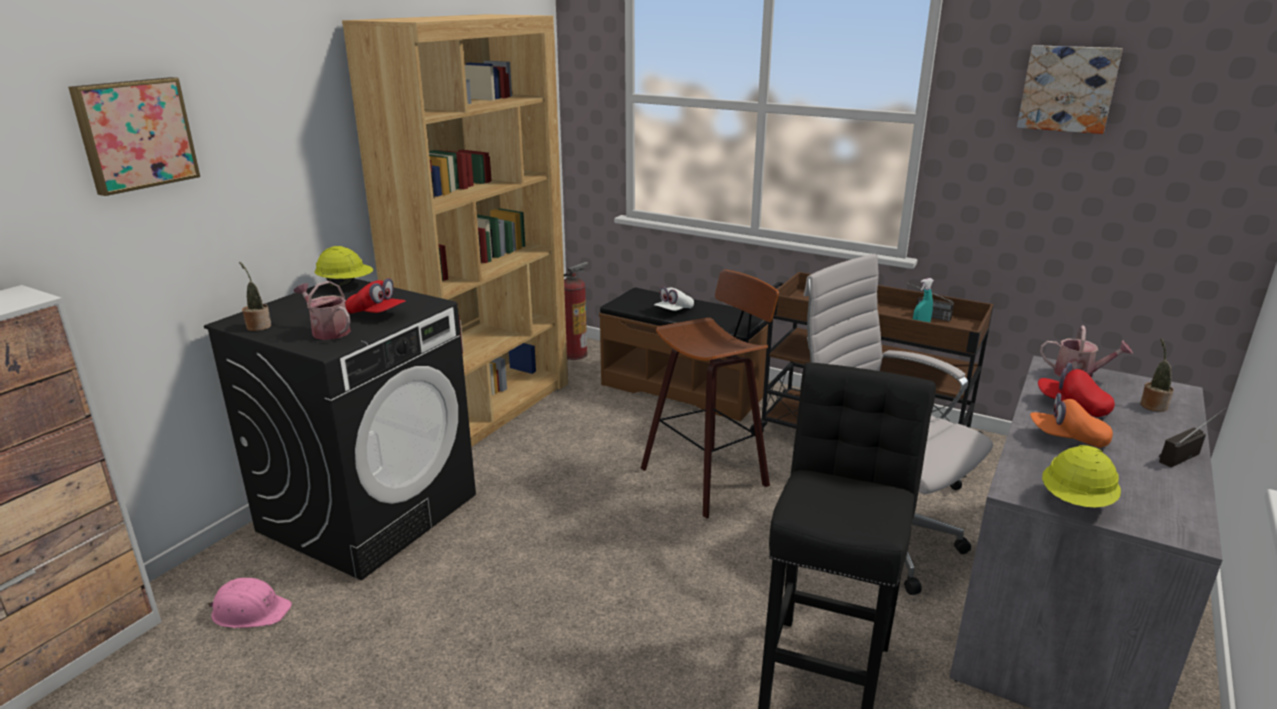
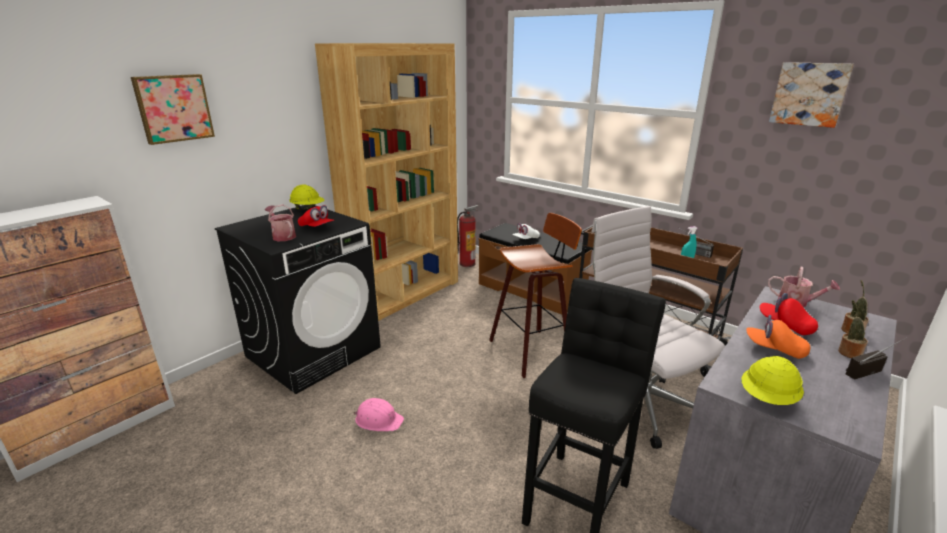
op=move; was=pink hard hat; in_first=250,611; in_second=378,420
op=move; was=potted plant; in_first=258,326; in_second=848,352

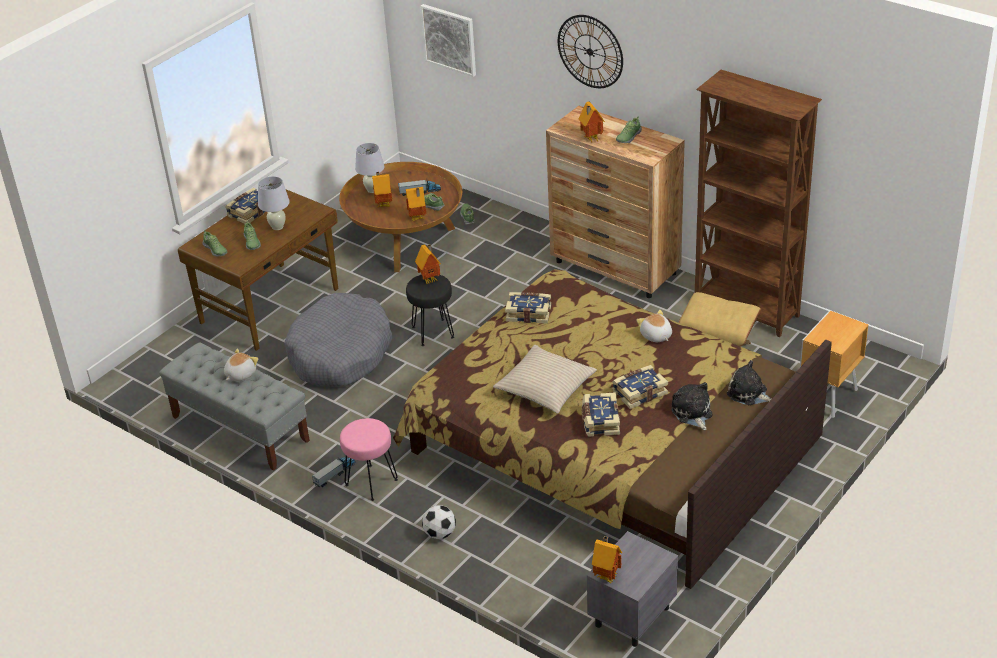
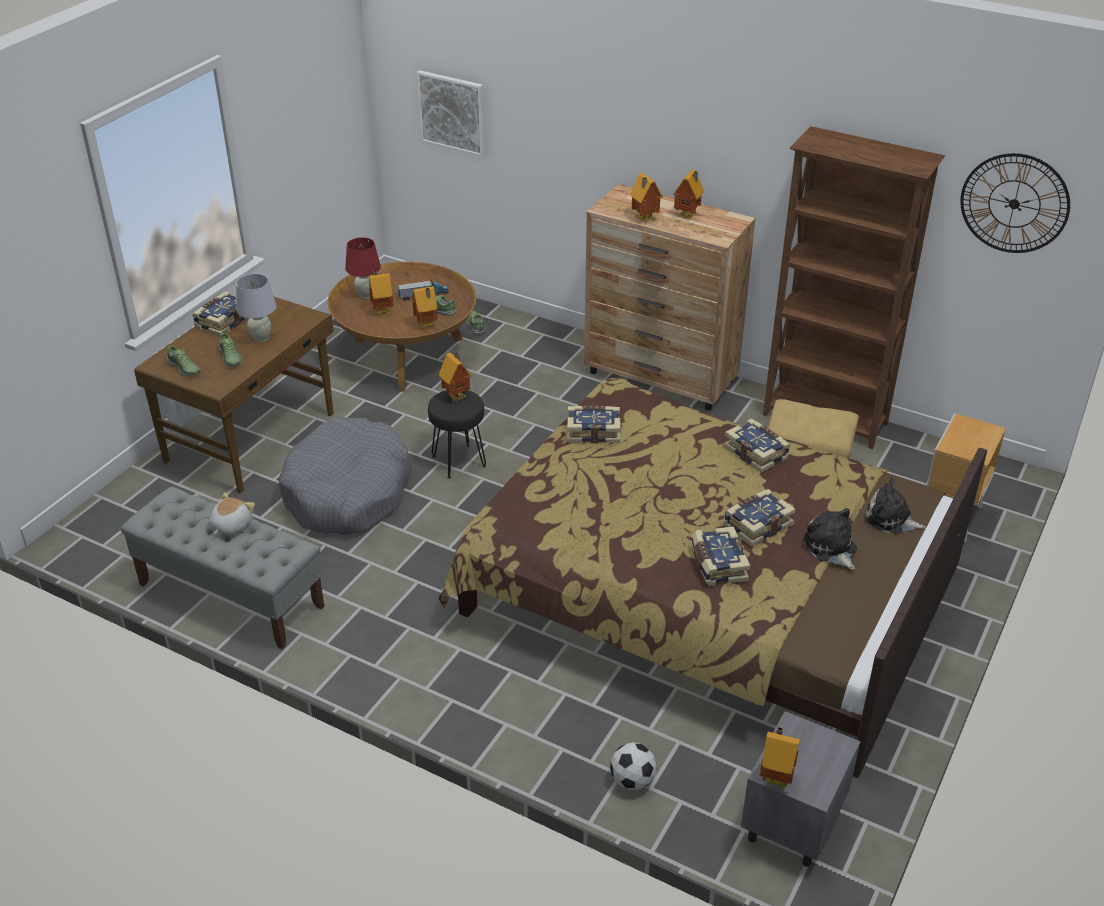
op=delete; was=toy truck; in_first=335,474
op=delete; was=pink stool; in_first=372,482
op=delete; was=beige pillow; in_first=545,387
op=move; was=football; in_first=440,533; in_second=632,780
op=move; was=wall clock; in_first=590,51; in_second=1014,203
op=replace; was=shoe; now=toy house; in_first=628,137; in_second=688,216
op=replace; was=plush toy; now=book; in_first=656,336; in_second=757,453
op=recolor; was=white table lamp; now=red table lamp; in_first=372,190; in_second=365,295

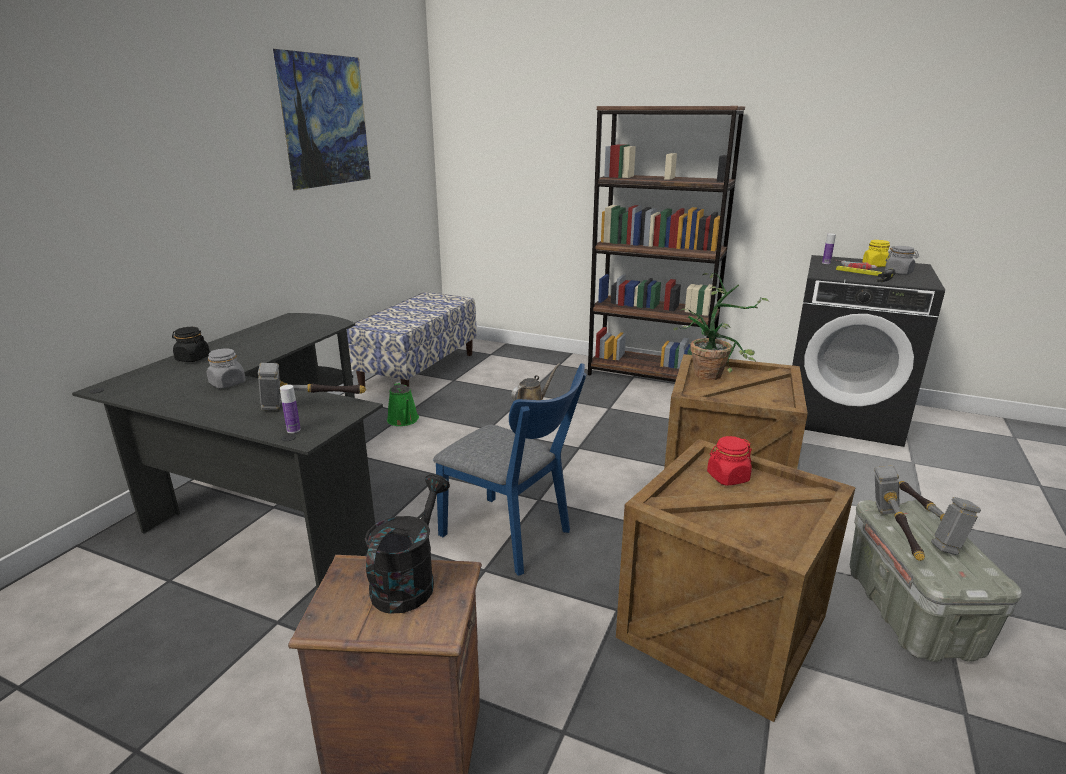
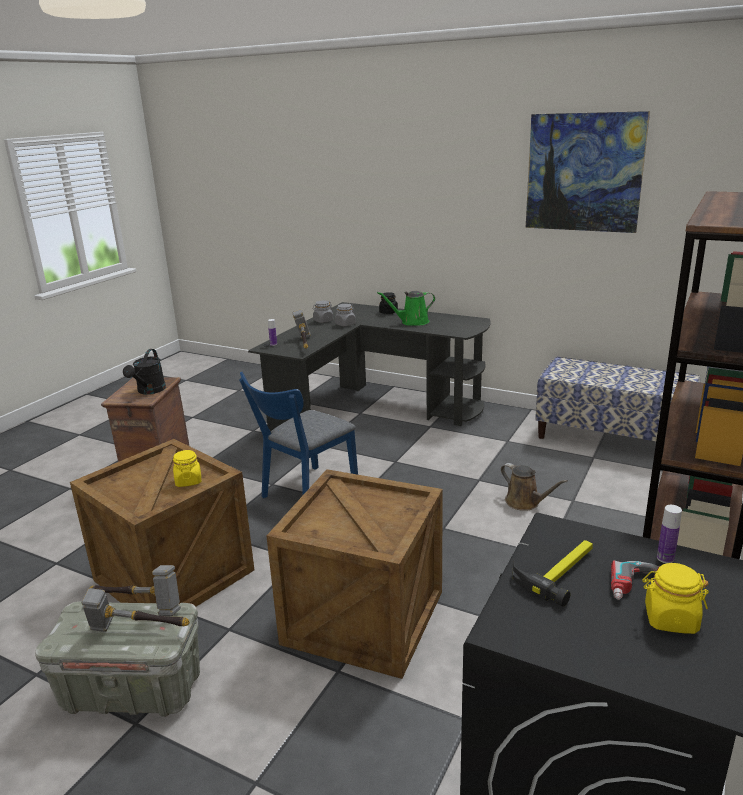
op=delete; was=potted plant; in_first=714,374
op=move; was=green watering can; in_first=403,420; in_second=412,322
op=move; was=grey jar; in_first=898,273; in_second=323,321
op=recolor; was=red jar; now=yellow jar; in_first=727,477; in_second=188,481
op=rotate; was=black watering can; in_first=408,580; in_second=149,391; clockwise=75

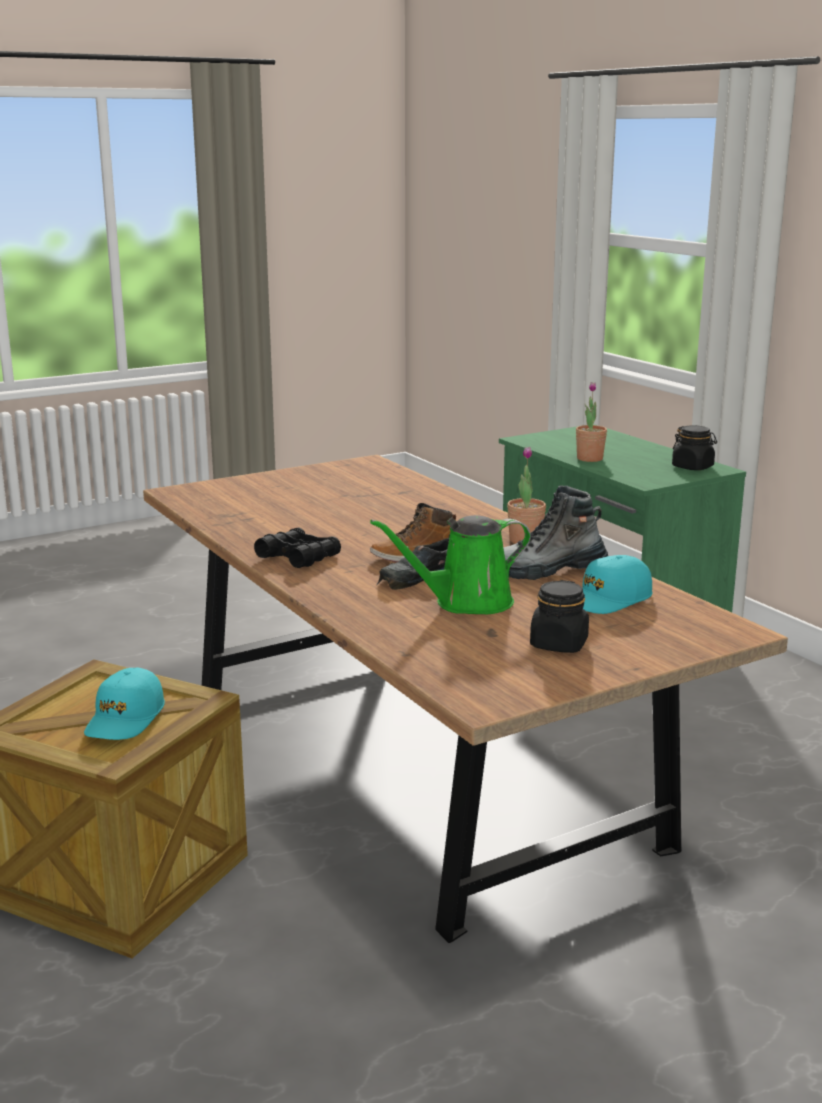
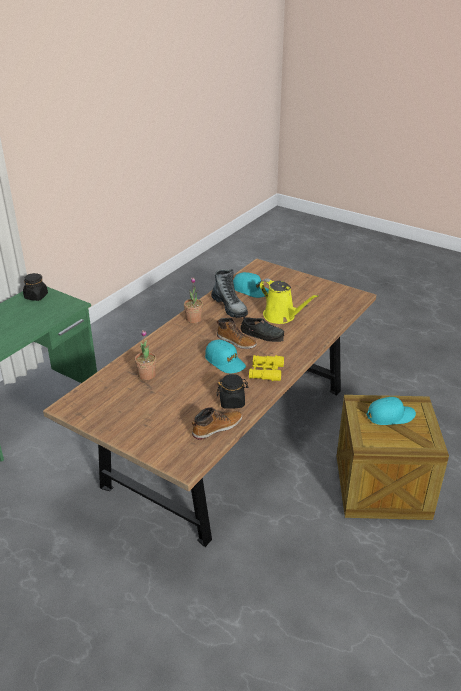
op=insert; now=boot; in_second=216,428
op=insert; now=turquoise cap; in_second=225,361
op=move; was=black jar; in_first=559,644; in_second=232,402
op=move; was=potted plant; in_first=589,458; in_second=147,375
op=recolor; was=black binoculars; now=yellow binoculars; in_first=298,557; in_second=266,372
op=recolor; was=green watering can; now=yellow watering can; in_first=466,603; in_second=281,316

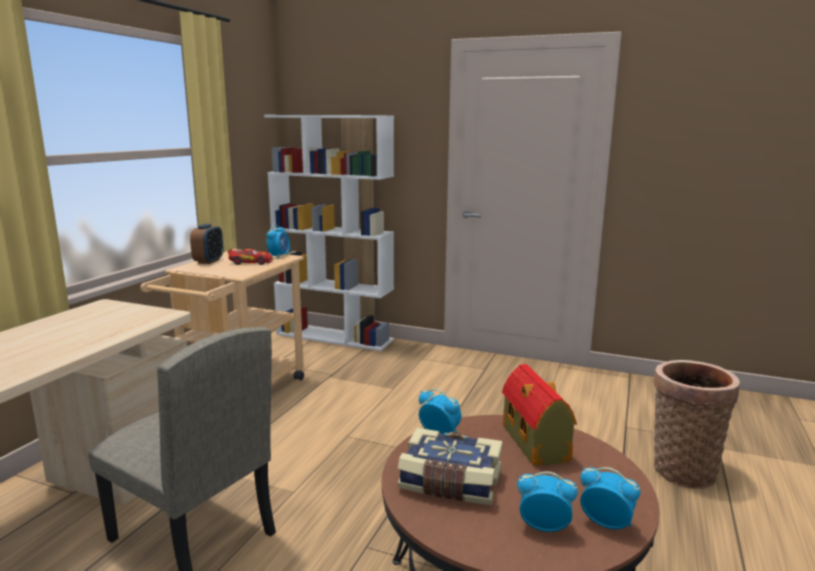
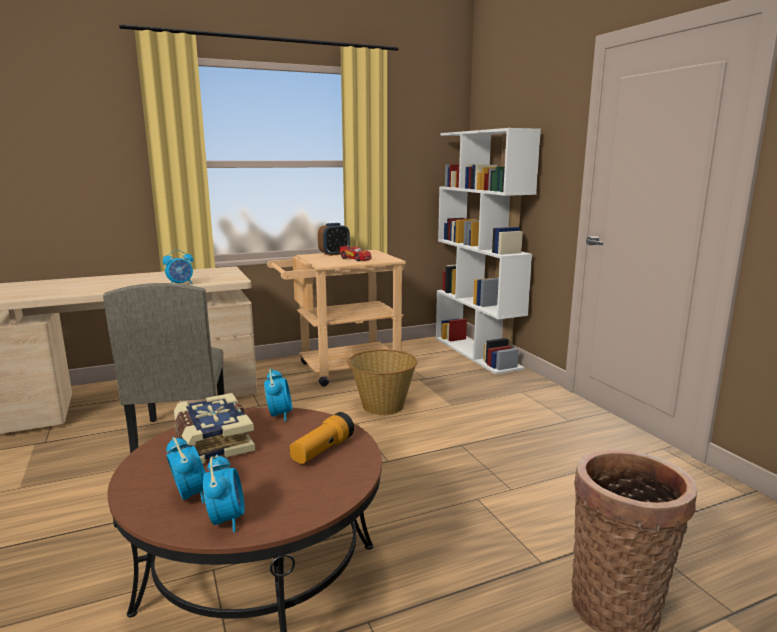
op=insert; now=basket; in_second=382,406
op=move; was=alarm clock; in_first=279,256; in_second=181,284
op=replace; was=toy house; now=flashlight; in_first=535,444; in_second=322,451

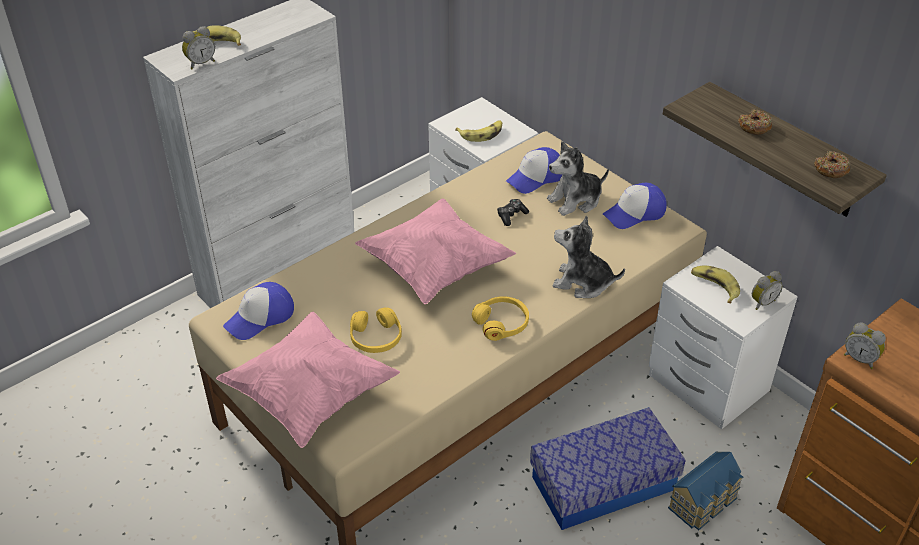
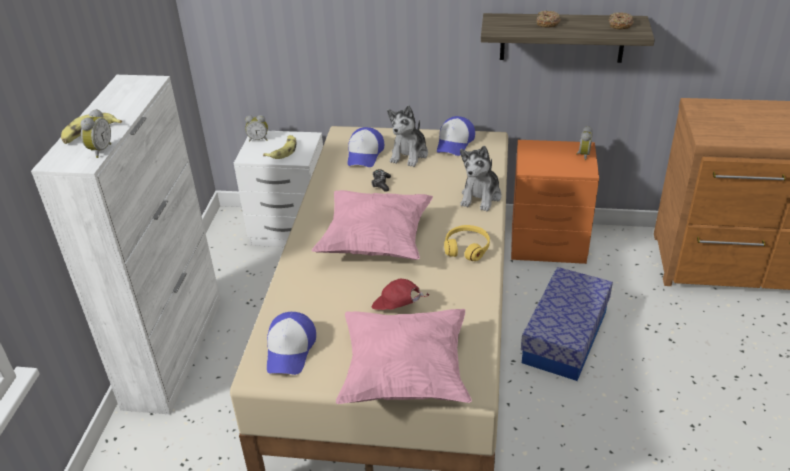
op=delete; was=toy house; in_first=705,502
op=delete; was=banana; in_first=714,287
op=move; was=alarm clock; in_first=860,359; in_second=258,139
op=replace; was=yellow headphones; now=red cap; in_first=376,337; in_second=397,308
op=recolor; was=white nightstand; now=orange nightstand; in_first=708,385; in_second=549,244
op=rotate; was=plush toy; in_first=582,283; in_second=481,197; clockwise=-45

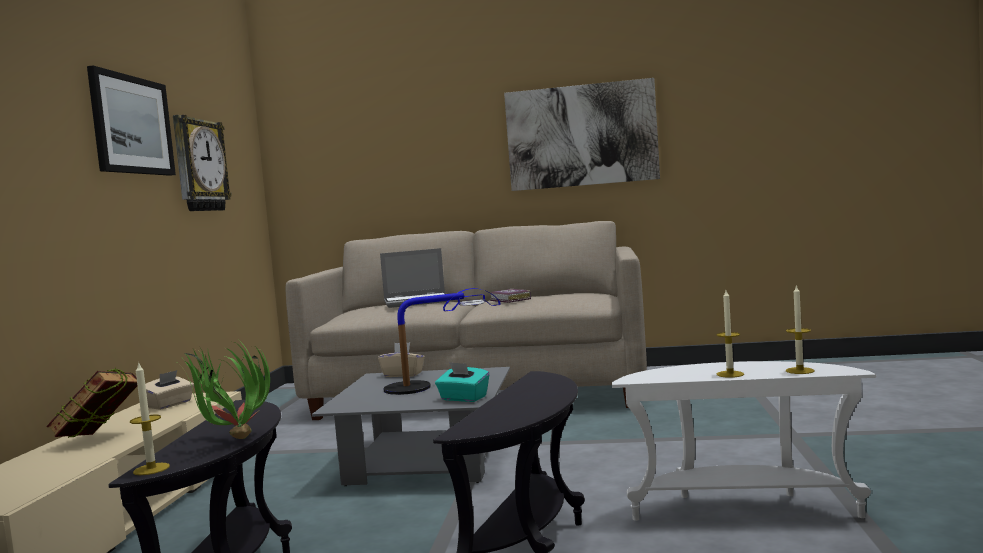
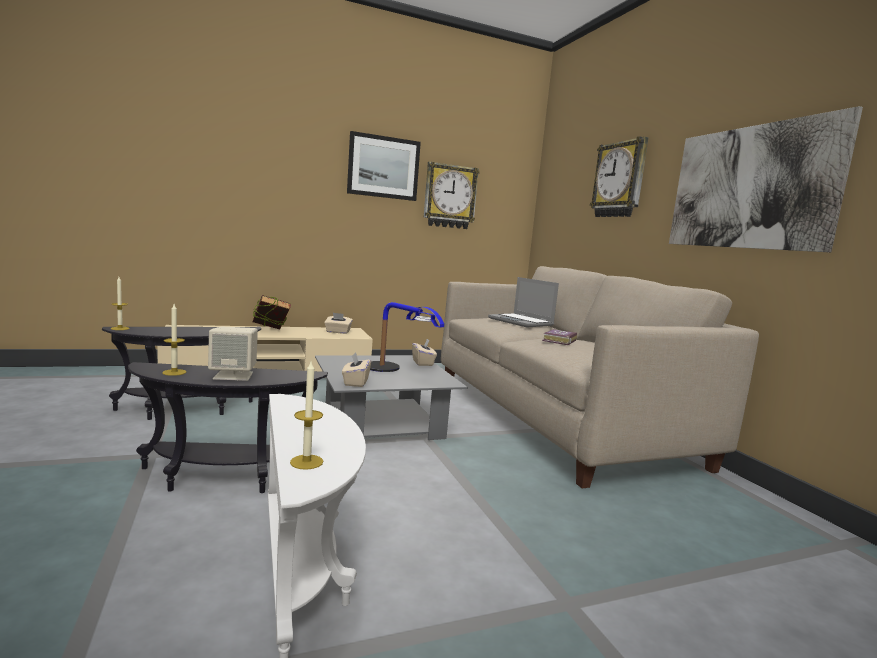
op=delete; was=potted plant; in_first=230,442
op=insert; now=beige speaker; in_second=234,375
op=insert; now=wall clock; in_second=619,180
op=move; was=candle; in_first=730,374; in_second=174,372
op=recolor; was=turquoise tissue box; now=beige tissue box; in_first=463,398; in_second=355,382

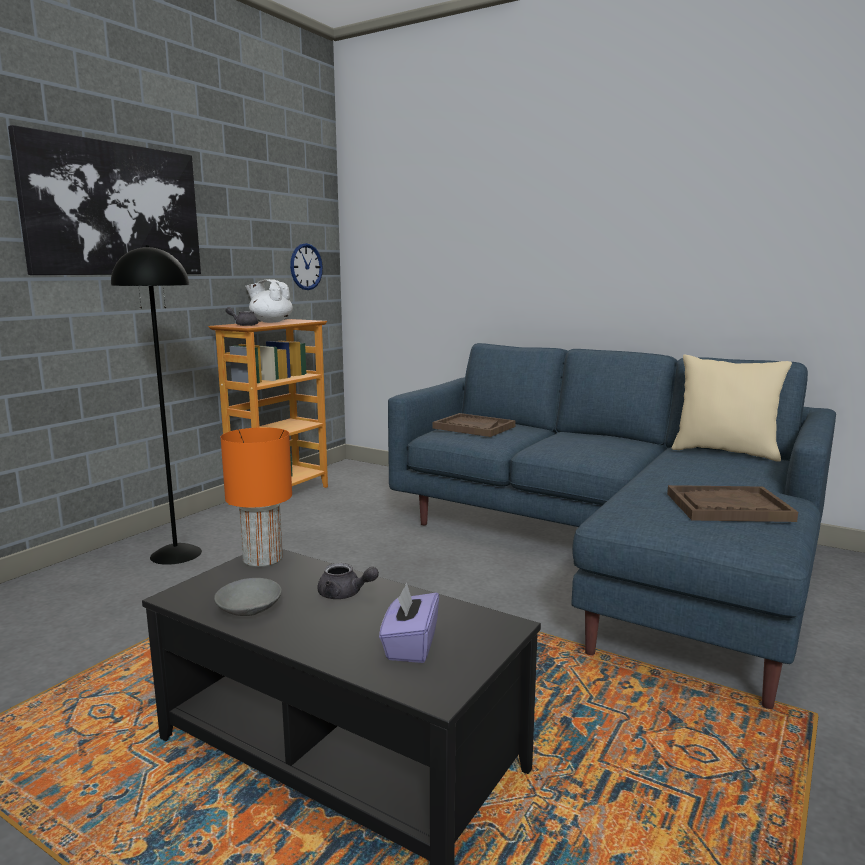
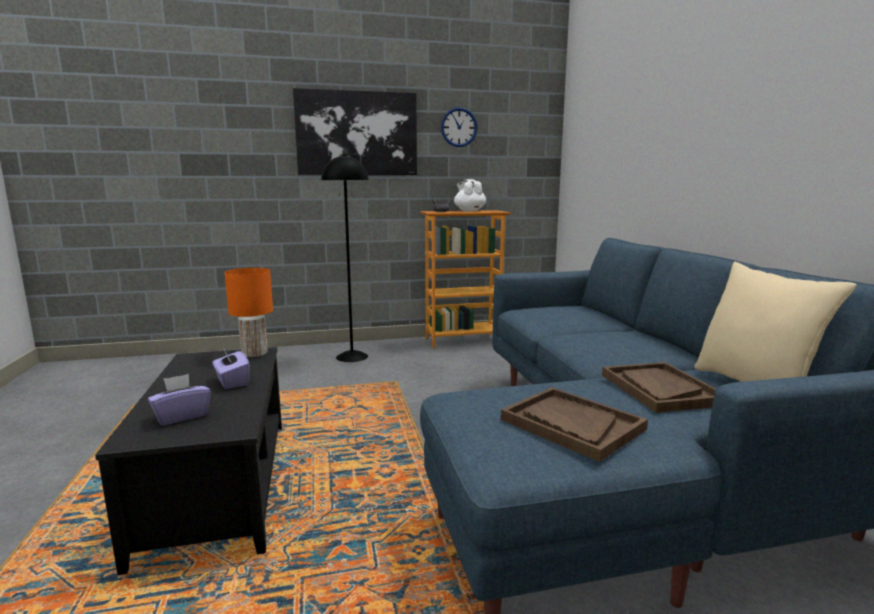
op=delete; was=grey bowl; in_first=249,608
op=move; was=wall clock; in_first=306,266; in_second=459,127
op=move; was=brown tray; in_first=473,427; in_second=660,389
op=replace; was=grey teapot; now=purple tissue box; in_first=345,594; in_second=232,382

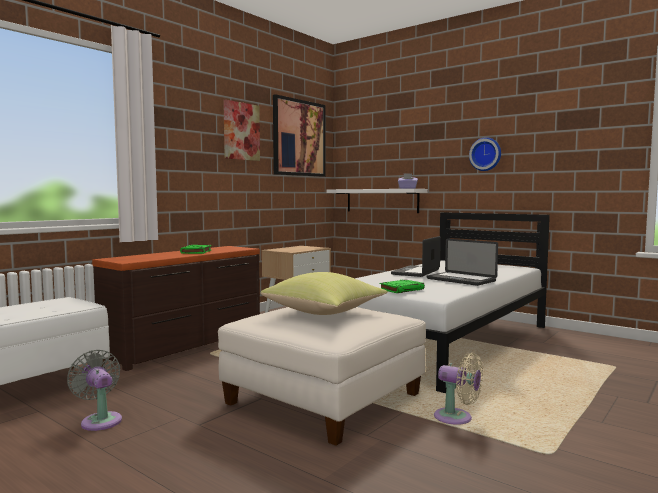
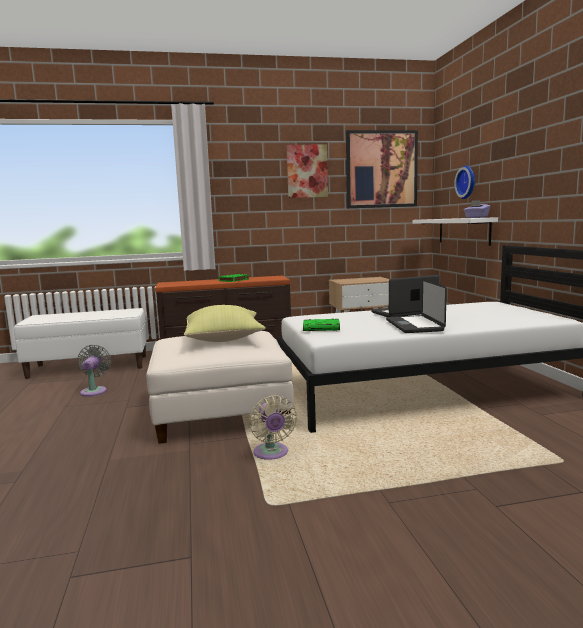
op=move; was=wall clock; in_first=485,154; in_second=467,182

